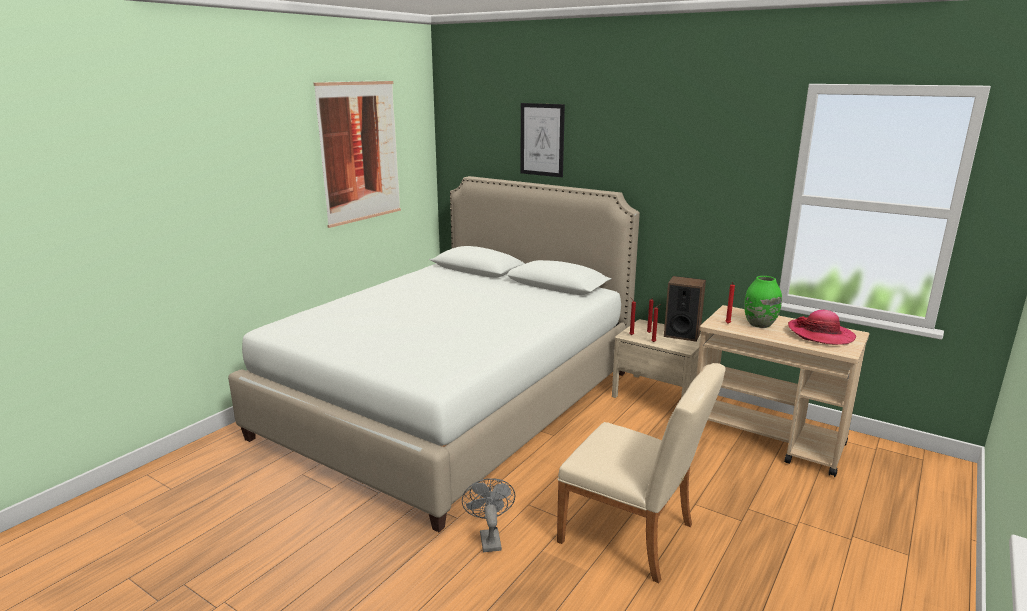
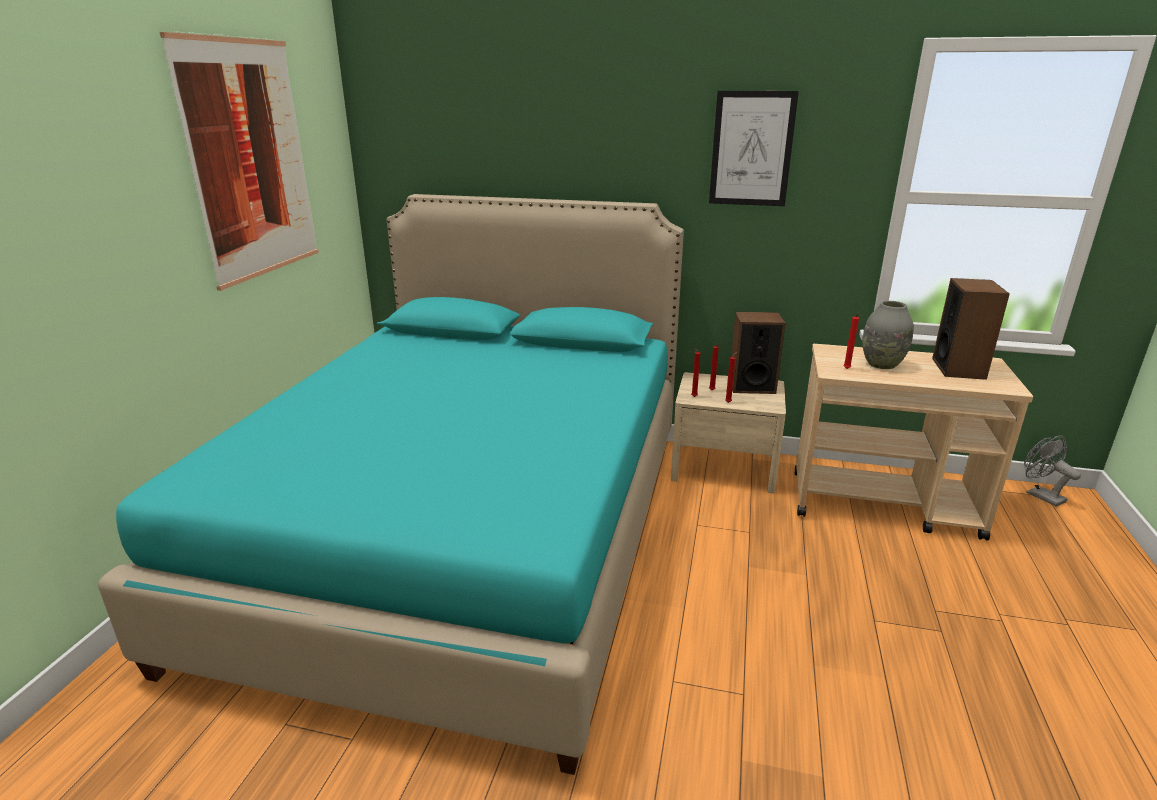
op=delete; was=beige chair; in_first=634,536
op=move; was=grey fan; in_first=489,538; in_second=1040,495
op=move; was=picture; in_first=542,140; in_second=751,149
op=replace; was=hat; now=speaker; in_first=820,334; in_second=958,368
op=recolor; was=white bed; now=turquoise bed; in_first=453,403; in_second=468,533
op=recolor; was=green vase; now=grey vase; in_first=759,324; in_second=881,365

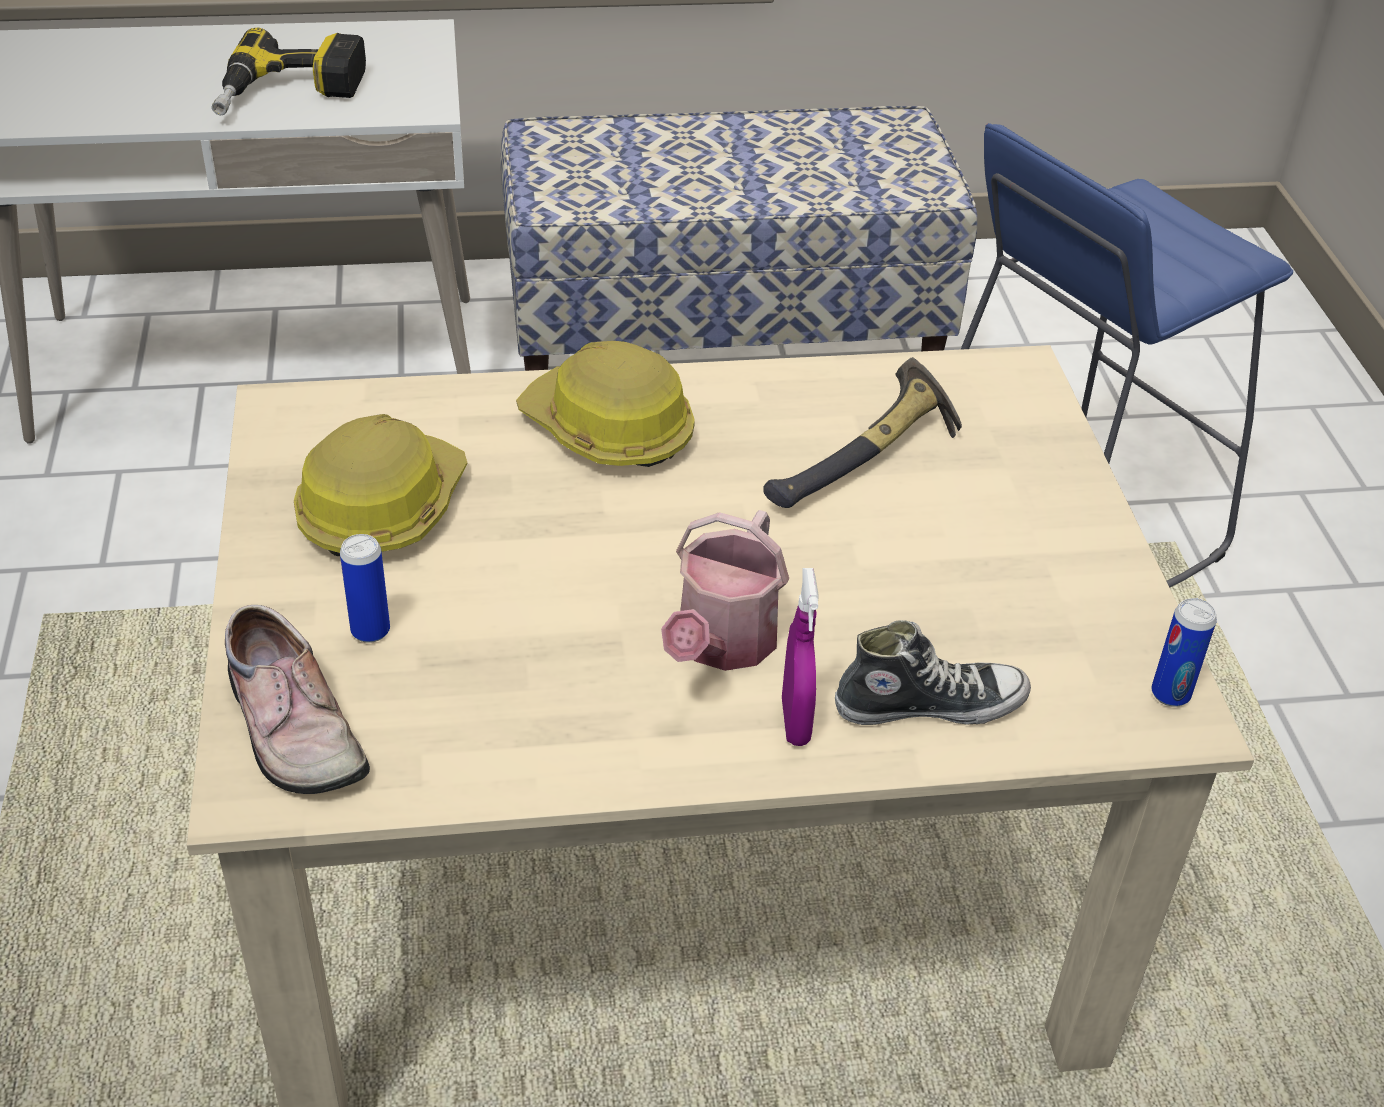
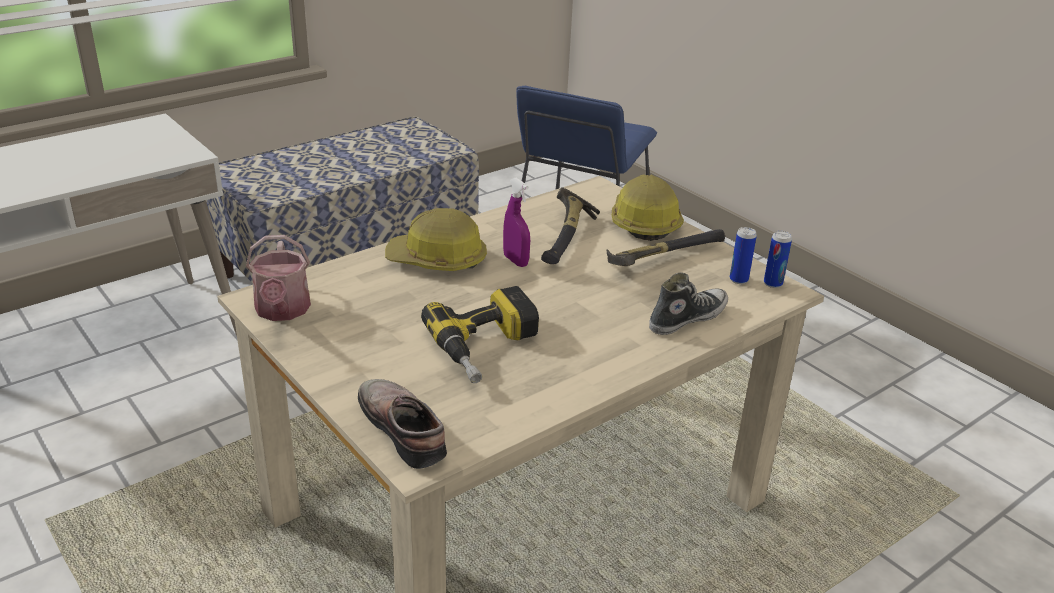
op=insert; now=hammer; in_second=658,259
op=move; was=power drill; in_first=290,95; in_second=488,348
op=move; was=hard hat; in_first=382,508; in_second=643,222
op=move; was=can; in_first=370,631; in_second=738,280
op=move; was=watering can; in_first=721,645; in_second=282,311
op=move; was=purple spray bottle; in_first=795,722; in_second=515,261
op=rotate; was=shoe; in_first=288,727; in_second=406,429; clockwise=-150

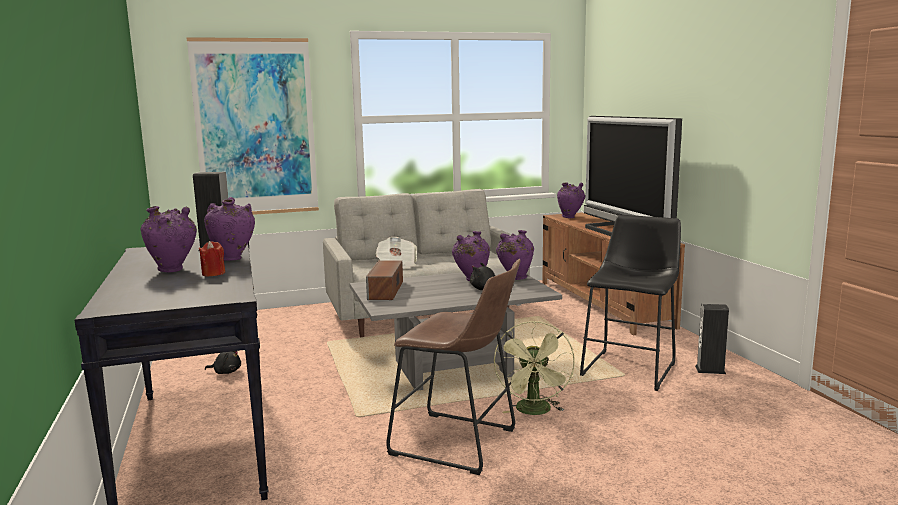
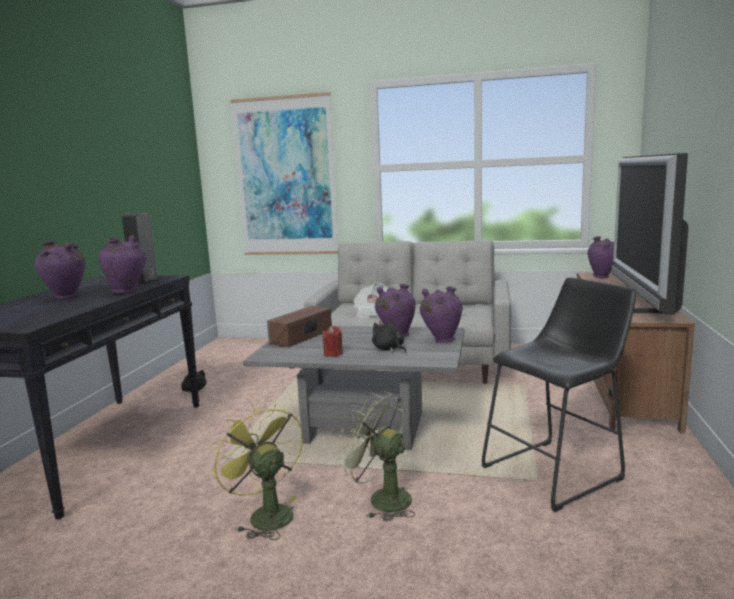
op=delete; was=speaker; in_first=710,370
op=move; was=red candle; in_first=213,273; in_second=333,353
op=replace; was=brown stool; now=yellow fan; in_first=459,444; in_second=265,514
op=rotate; was=green fan; in_first=535,412; in_second=381,499; clockwise=90

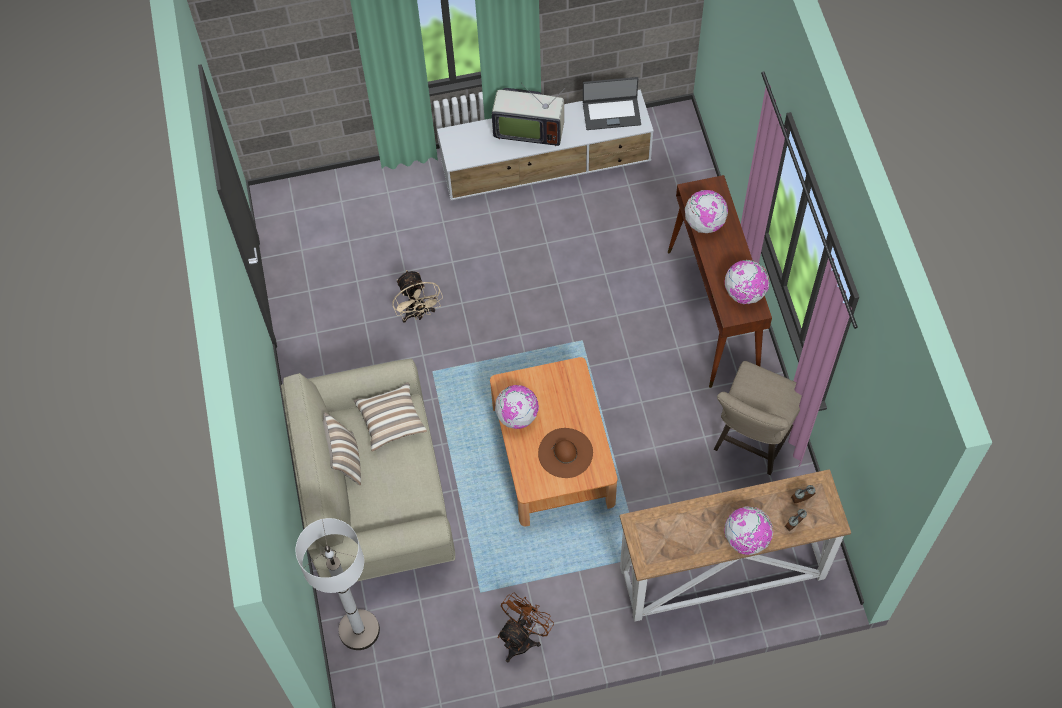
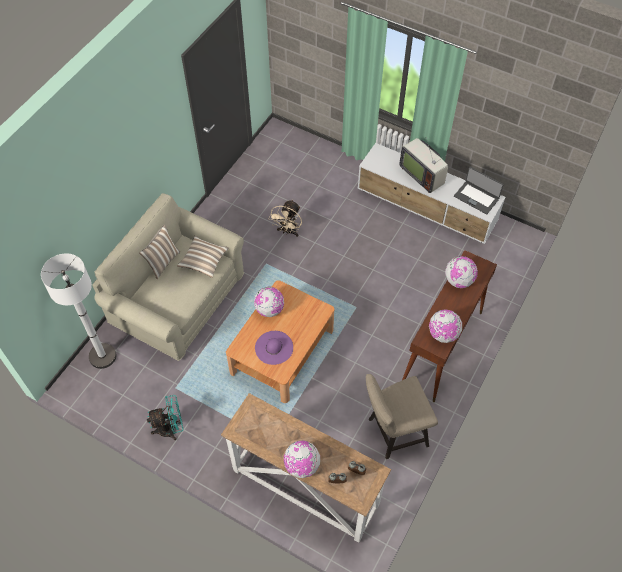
op=recolor; was=brown fan; now=turquoise fan; in_first=522,638; in_second=171,428
op=recolor; was=brown hat; now=purple hat; in_first=565,453; in_second=274,347

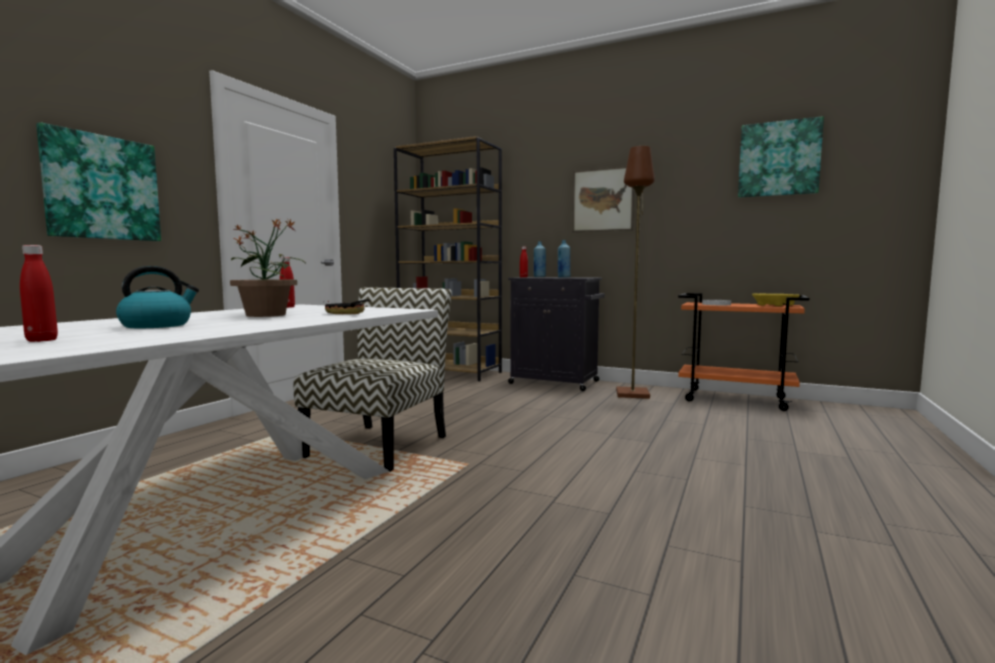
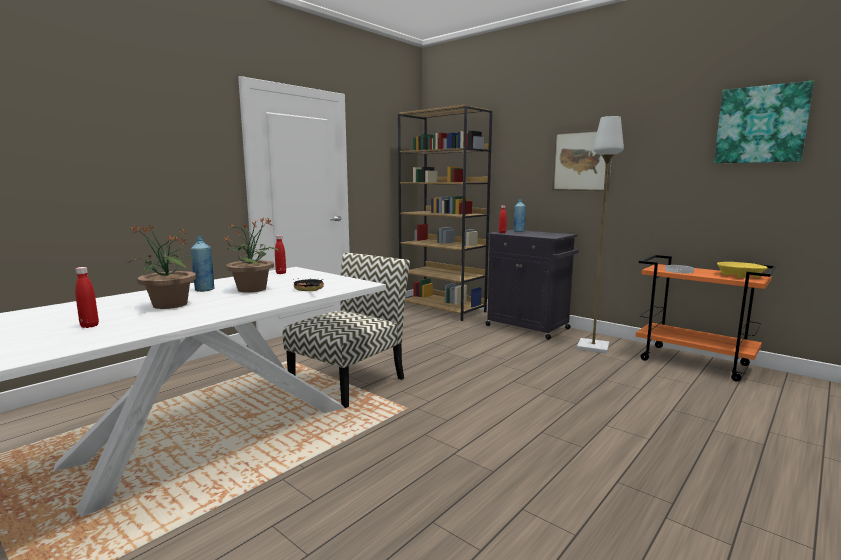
op=delete; was=picture; in_first=102,187
op=move; was=blue bottle; in_first=563,277; in_second=204,290
op=replace; was=kettle; now=potted plant; in_first=157,325; in_second=169,305
op=recolor; was=brown floor lamp; now=grey floor lamp; in_first=633,394; in_second=593,347

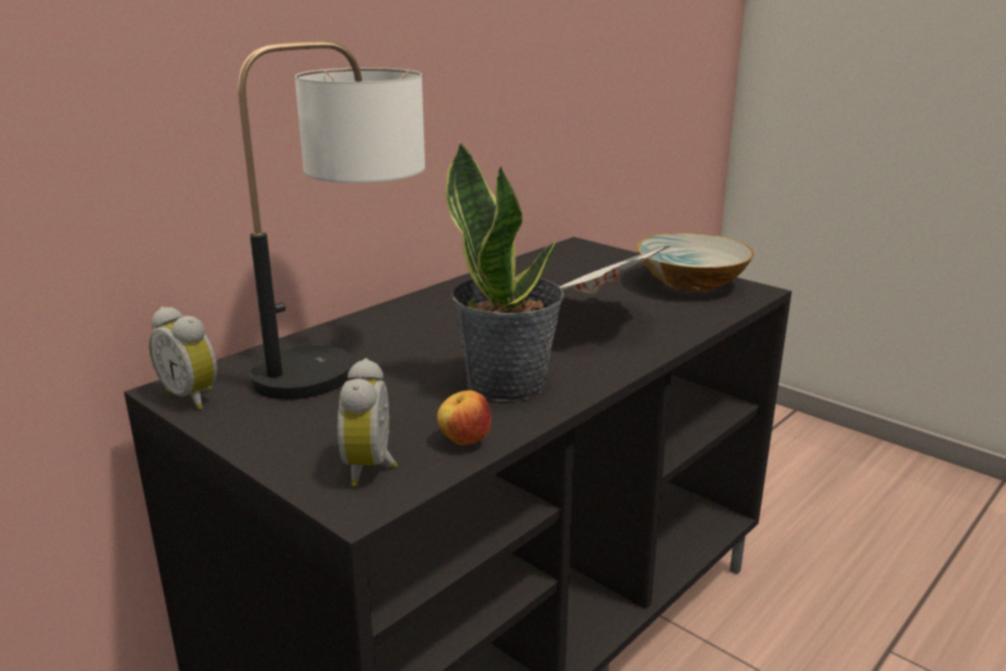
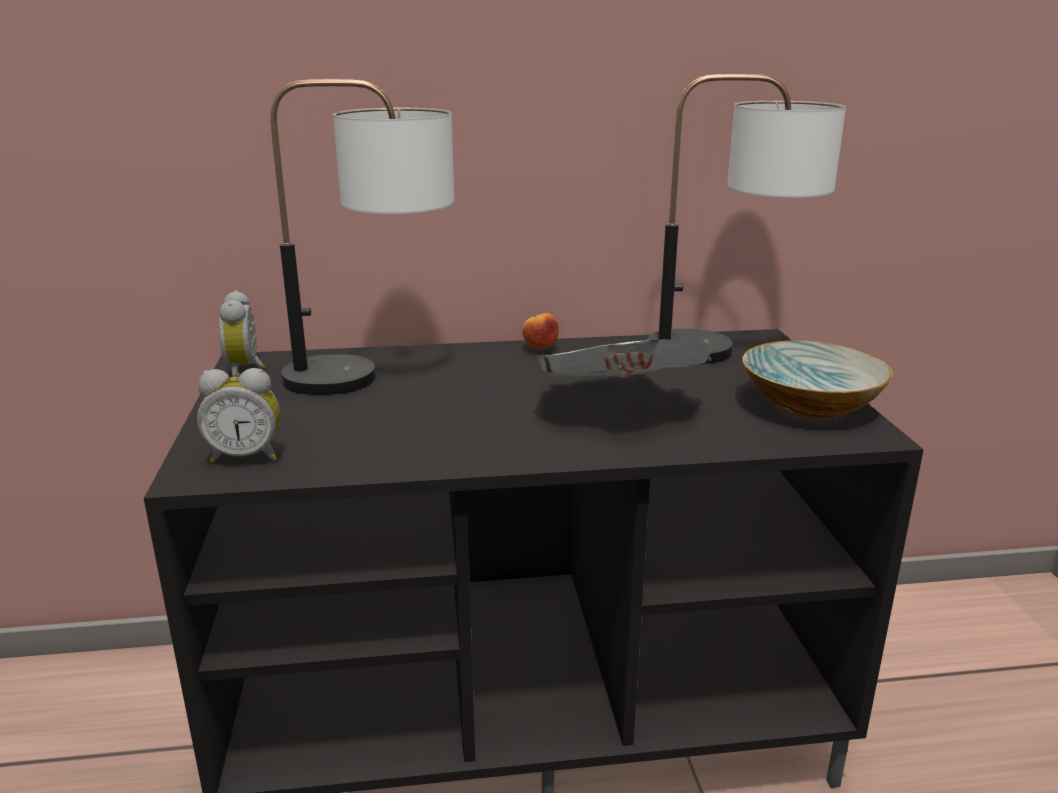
op=delete; was=potted plant; in_first=507,383
op=insert; now=table lamp; in_second=731,351
op=move; was=apple; in_first=464,441; in_second=540,349
op=rotate; was=alarm clock; in_first=373,467; in_second=246,456; clockwise=-135

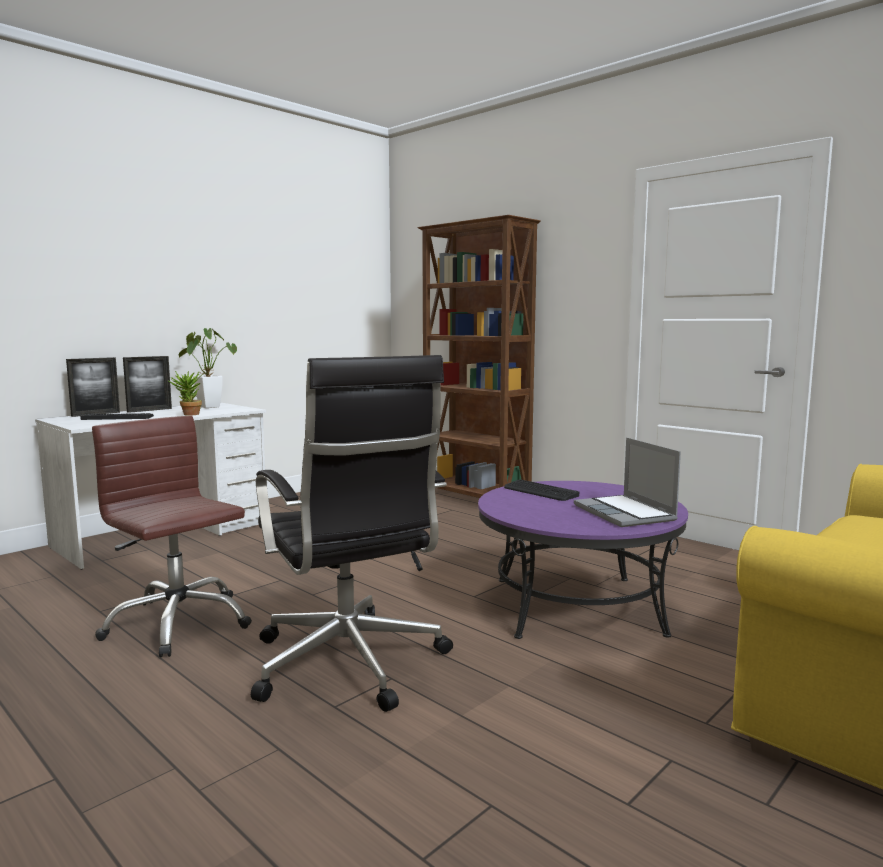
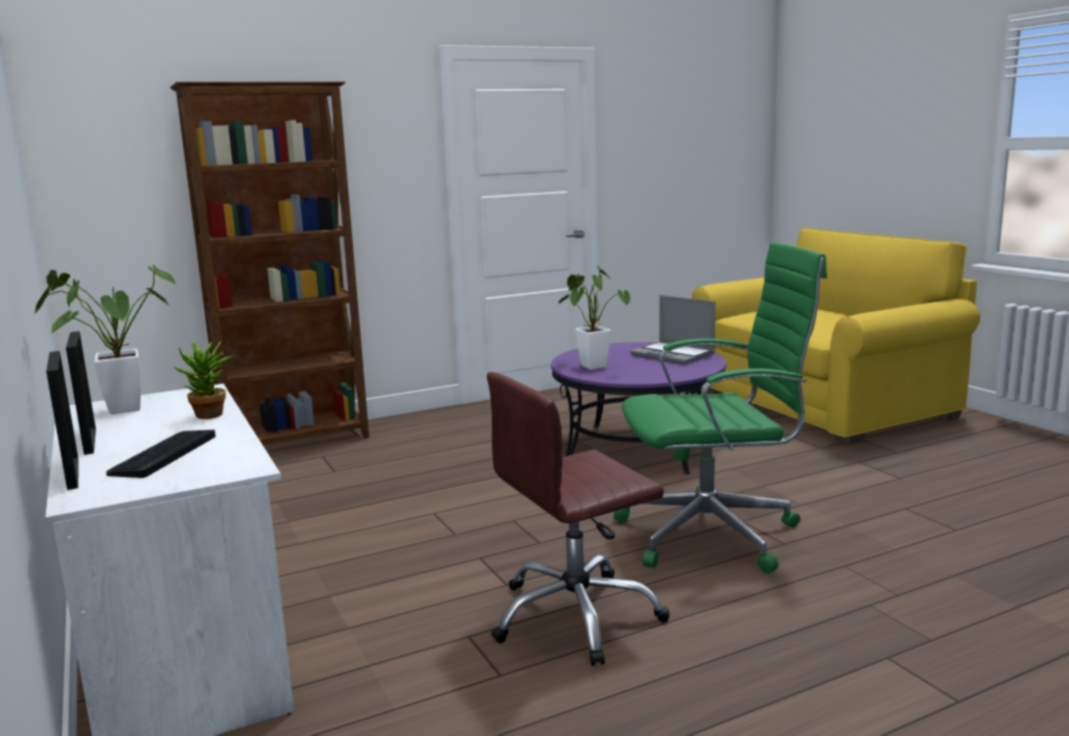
op=replace; was=keyboard; now=potted plant; in_first=540,491; in_second=591,365
op=recolor; was=black office chair; now=green office chair; in_first=349,665; in_second=714,534
op=rotate; was=laptop; in_first=625,513; in_second=674,355; clockwise=45

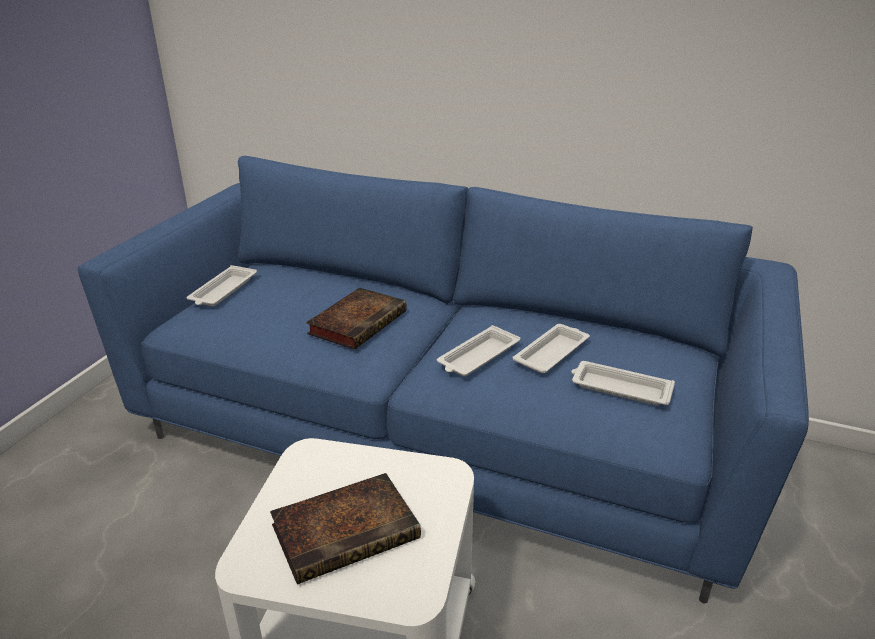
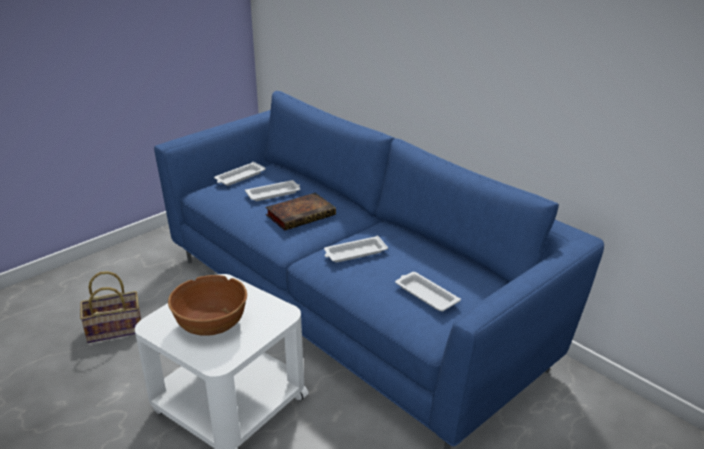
op=insert; now=basket; in_second=116,328
op=move; was=white tray; in_first=552,353; in_second=274,193
op=replace; was=book; now=brown bowl; in_first=348,530; in_second=211,324

